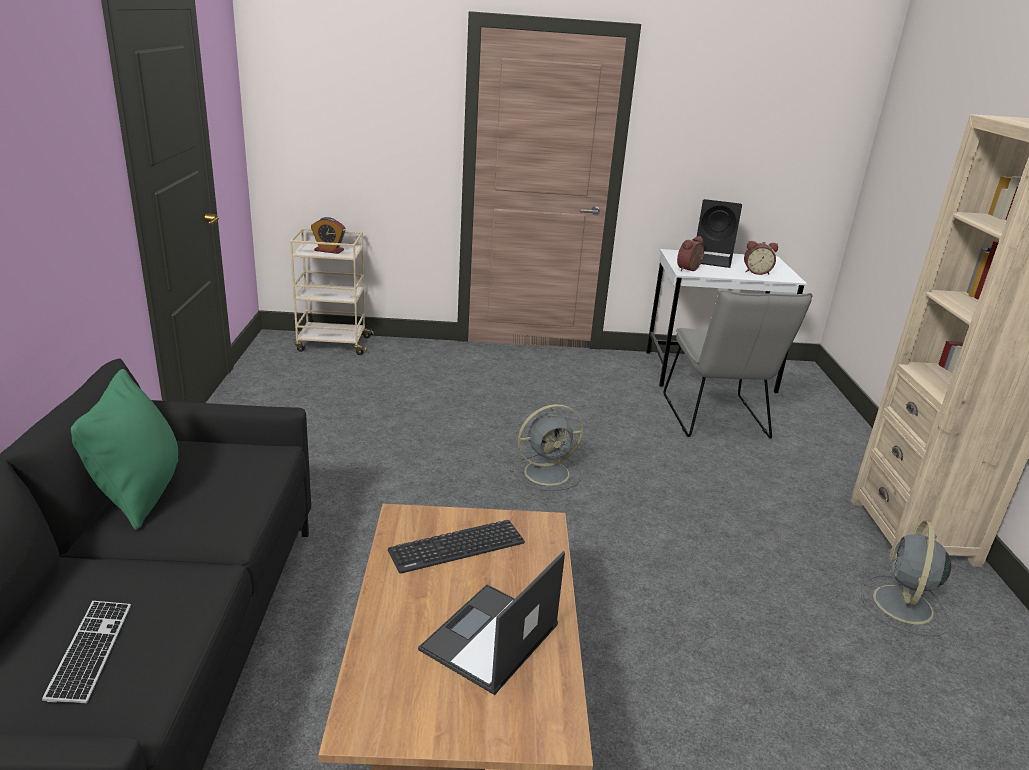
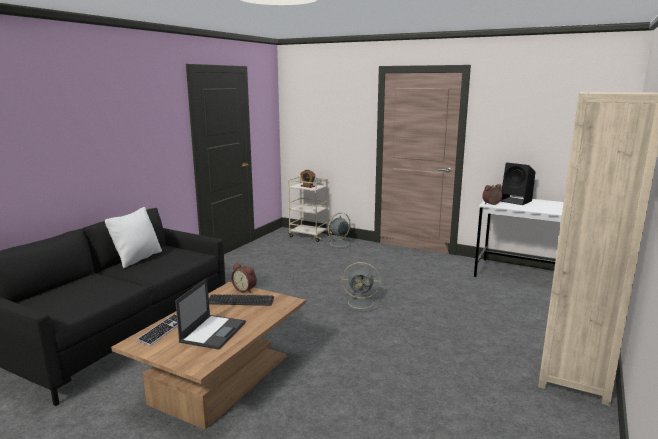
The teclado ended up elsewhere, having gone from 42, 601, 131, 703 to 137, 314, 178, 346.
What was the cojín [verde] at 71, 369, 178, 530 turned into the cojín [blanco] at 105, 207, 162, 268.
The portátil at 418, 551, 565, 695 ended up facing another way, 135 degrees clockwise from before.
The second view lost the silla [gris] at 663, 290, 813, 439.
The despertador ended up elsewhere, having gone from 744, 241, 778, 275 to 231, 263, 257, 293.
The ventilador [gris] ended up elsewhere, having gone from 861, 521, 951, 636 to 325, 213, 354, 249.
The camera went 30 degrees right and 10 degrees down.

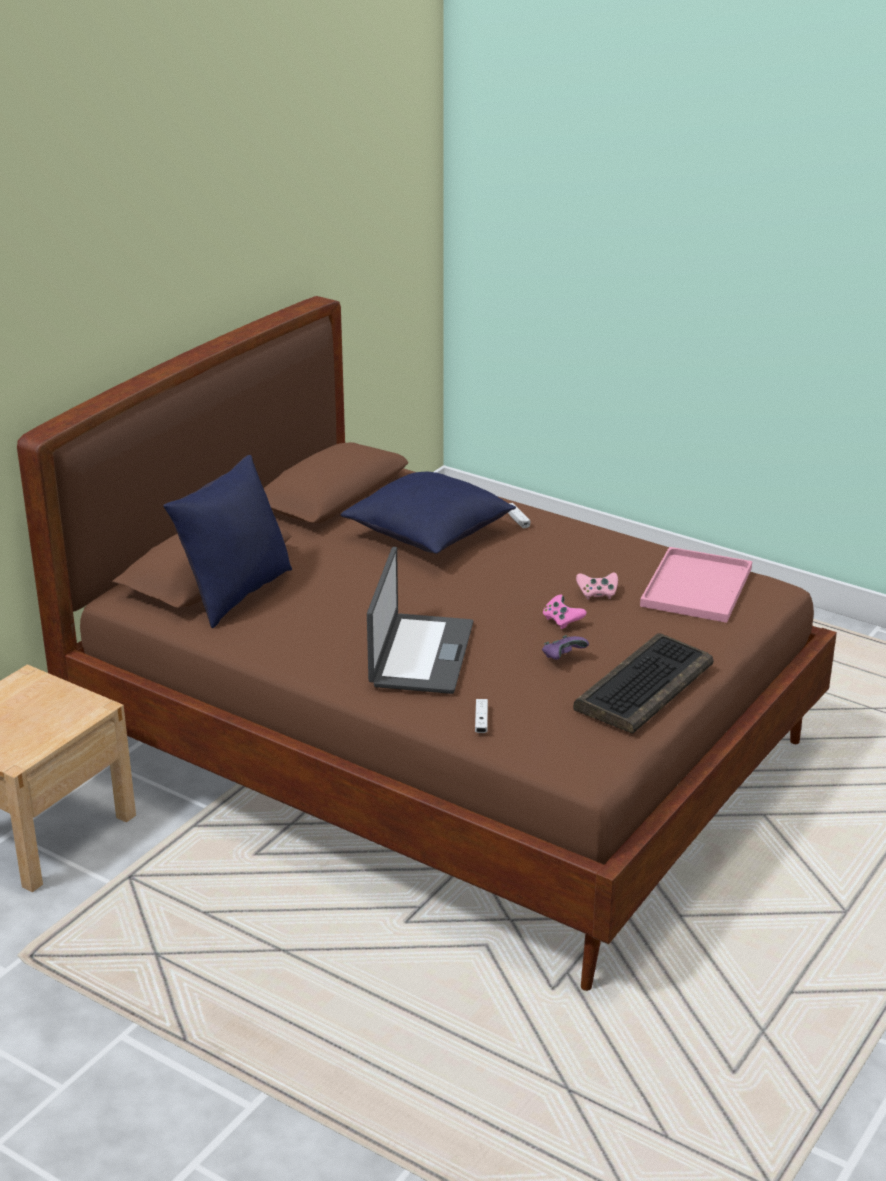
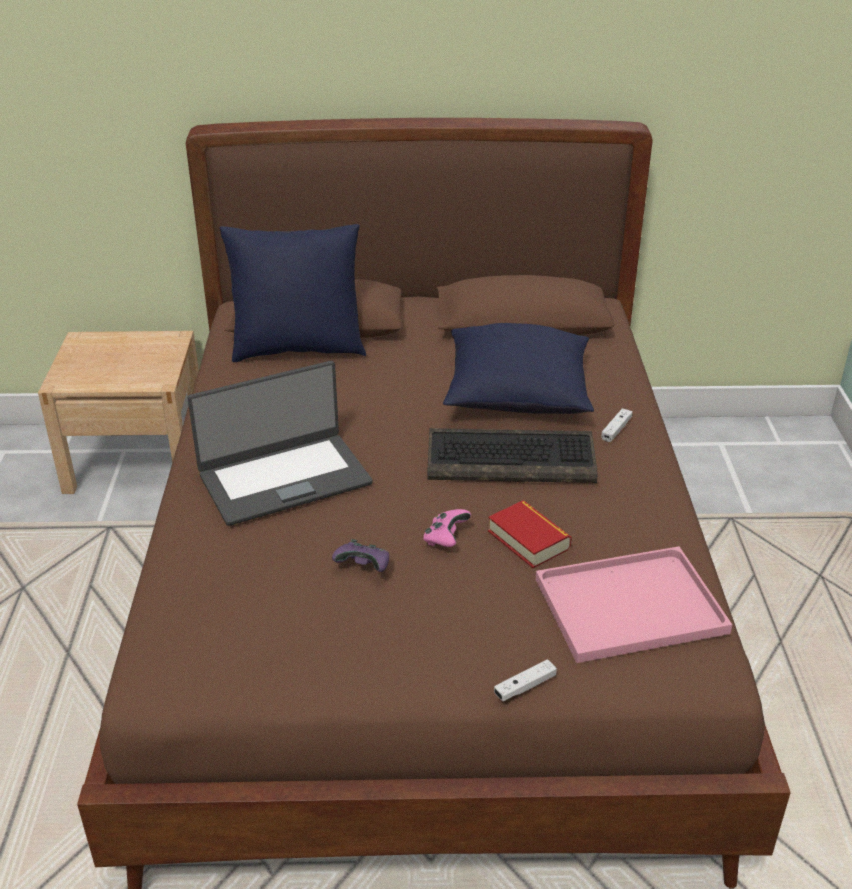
The mando de consola [blanco] ended up elsewhere, having gone from 475, 699, 488, 733 to 494, 659, 557, 701.
The teclado ended up elsewhere, having gone from 573, 633, 714, 734 to 427, 428, 597, 483.
Where the mando de consola [rosa] stood at 576, 573, 618, 600, the libro came to stand at 488, 501, 572, 568.
The camera went 55 degrees right and 5 degrees up.

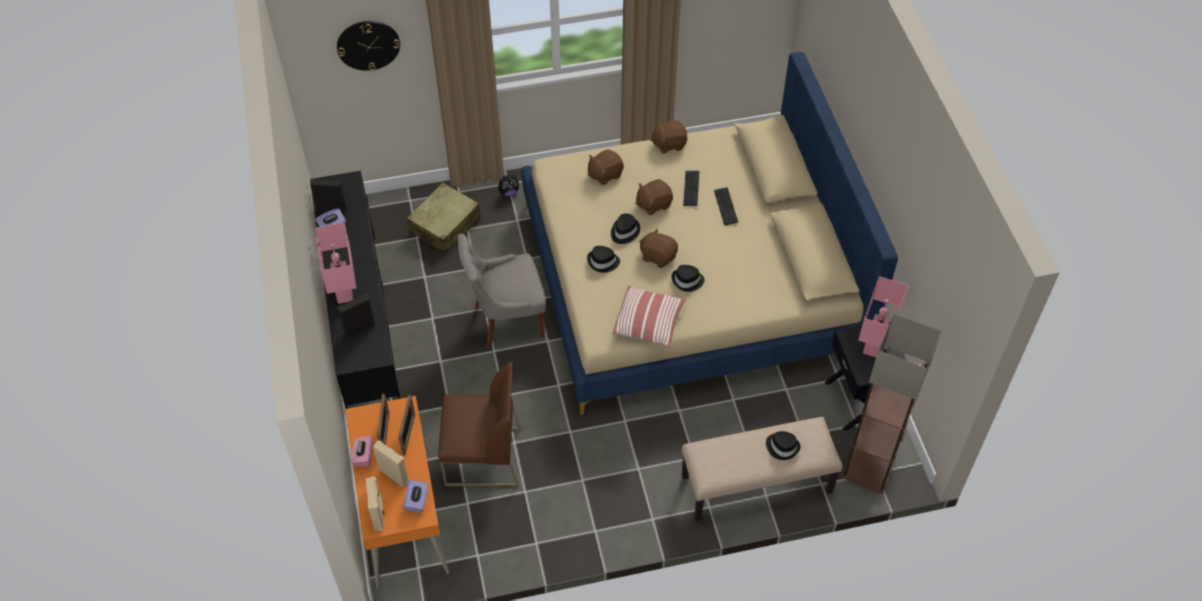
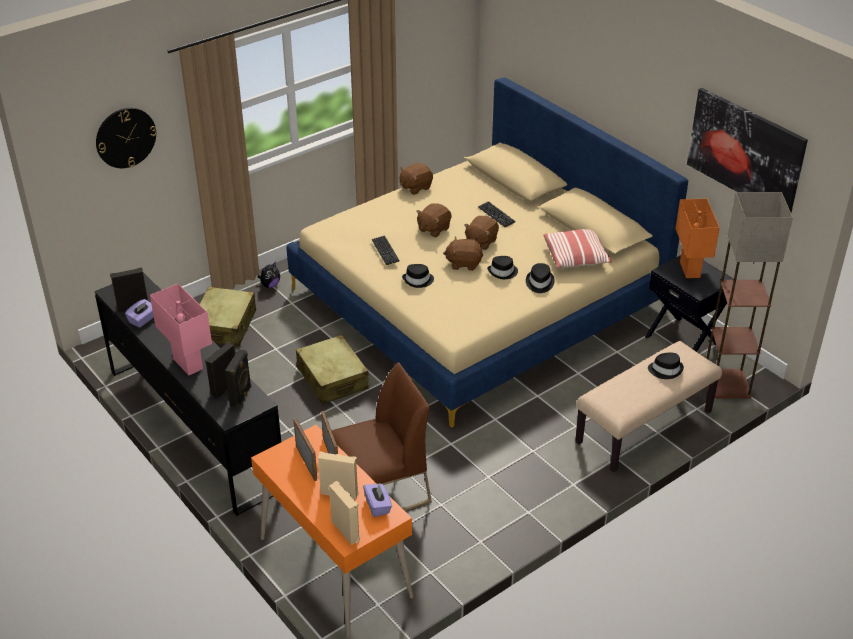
The second view lost the caja de pañuelos [rosa] at 351, 436, 373, 466.
Where the silla [gris] stood at 458, 234, 546, 349, the maleta [beis] came to stand at 296, 335, 369, 404.
The peluche [marrón] ended up elsewhere, having gone from 588, 149, 624, 185 to 464, 216, 499, 250.
The sombrero [negro] ended up elsewhere, having gone from 611, 213, 640, 244 to 526, 263, 555, 293.
The cojín ended up elsewhere, having gone from 612, 286, 686, 347 to 543, 229, 612, 269.
The teclado ended up elsewhere, having gone from 683, 171, 700, 206 to 372, 236, 400, 265.
What was the lámpara de mesa [rosa] at 858, 276, 908, 357 turned into the lámpara de mesa [naranja] at 675, 199, 720, 278.
The second view gained the altavoz [negro] at 225, 349, 251, 408.
The second view gained the cuadro at 687, 88, 808, 212.
The camera went 25 degrees left and 15 degrees down.

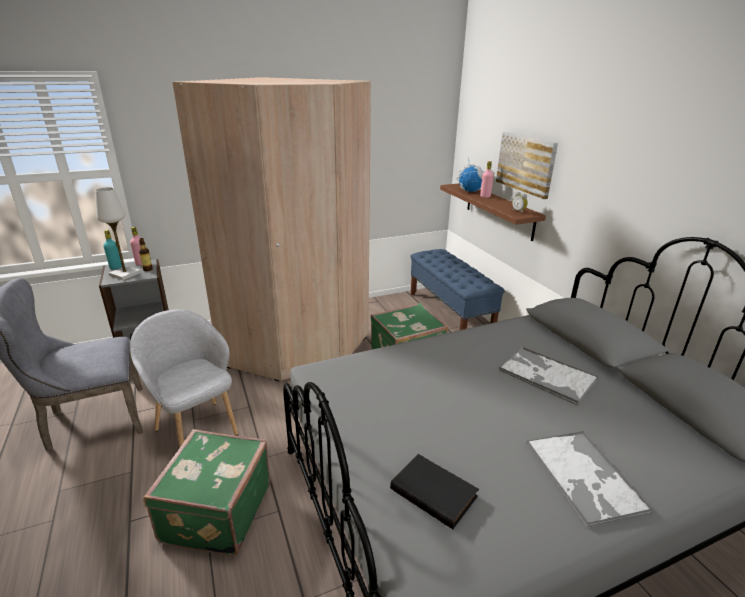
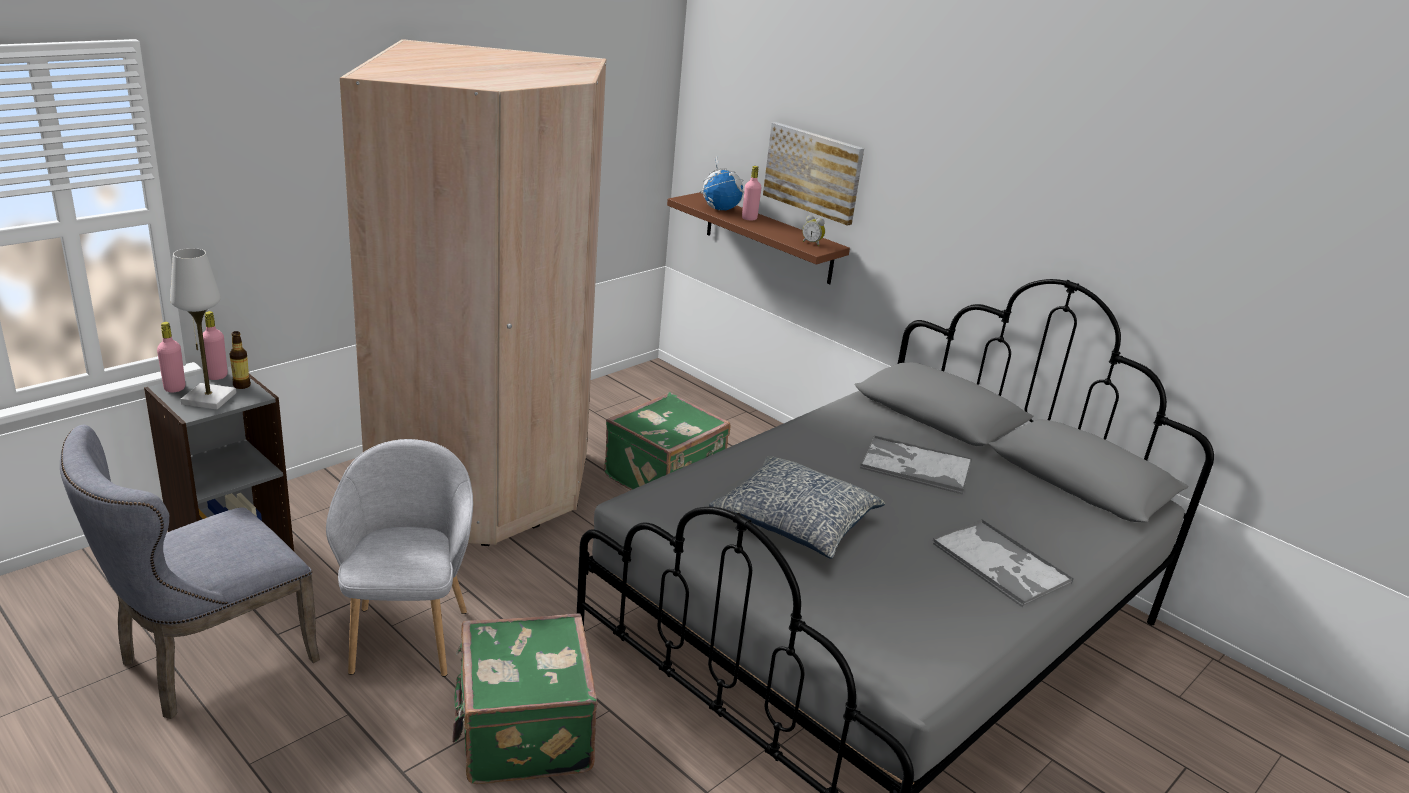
What was the botella [turquesa] at 103, 230, 122, 270 turned into the botella [rosa] at 157, 322, 185, 392.
The sillón [gris] at 130, 309, 238, 447 ended up facing another way, 60 degrees clockwise from before.
The second view lost the libro [negro] at 390, 454, 479, 529.
The second view lost the banco [azul] at 411, 249, 505, 330.
The second view gained the cojín at 709, 456, 885, 559.
The camera went 25 degrees left and 0 degrees up.

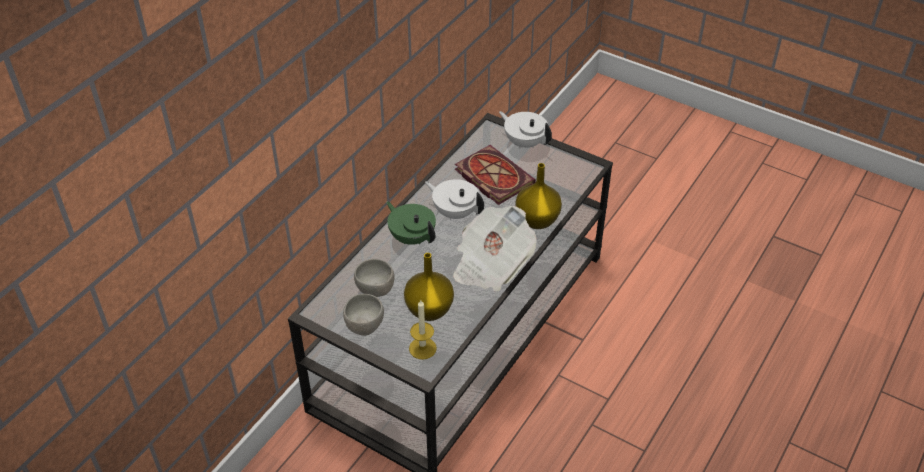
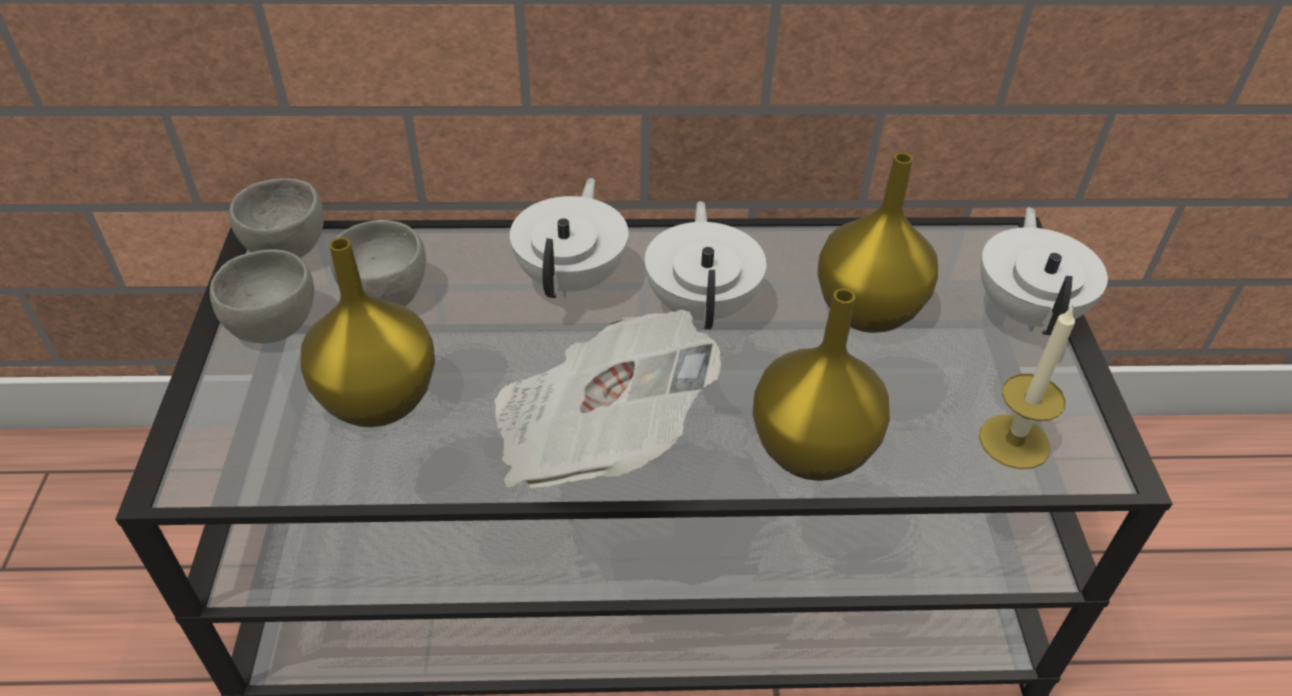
What was the tetera [verde] at 386, 201, 436, 245 turned into the tetera [blanco] at 510, 178, 629, 298.
The vela ended up elsewhere, having gone from 409, 300, 437, 360 to 979, 305, 1075, 469.
Where the libro stood at 455, 145, 536, 205, the florero [amarillo] came to stand at 817, 153, 938, 333.
The second view gained the cuenco [gris] at 229, 178, 324, 258.
The camera went 55 degrees right and 0 degrees up.

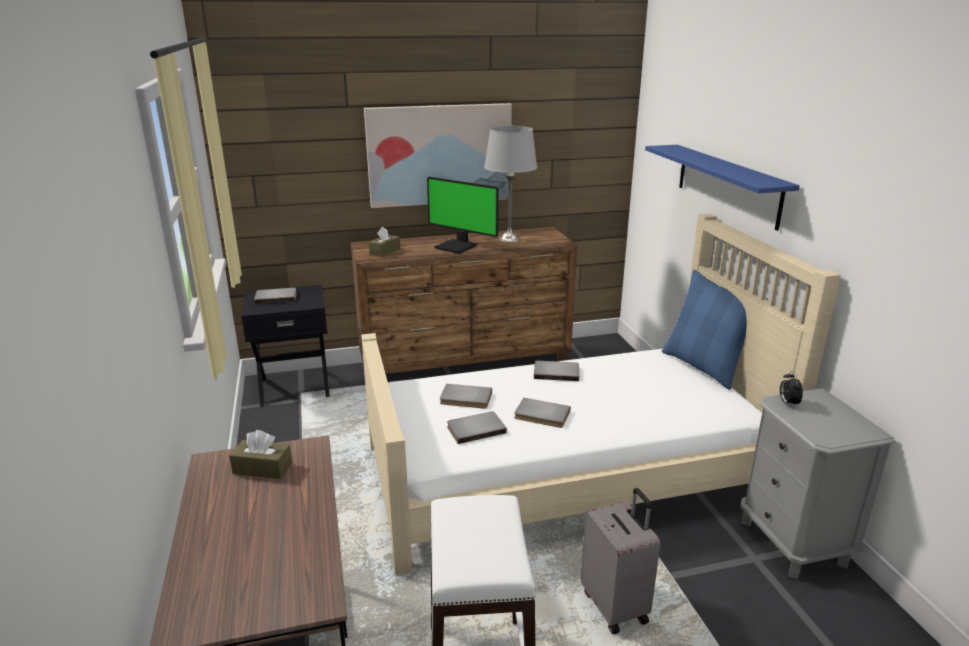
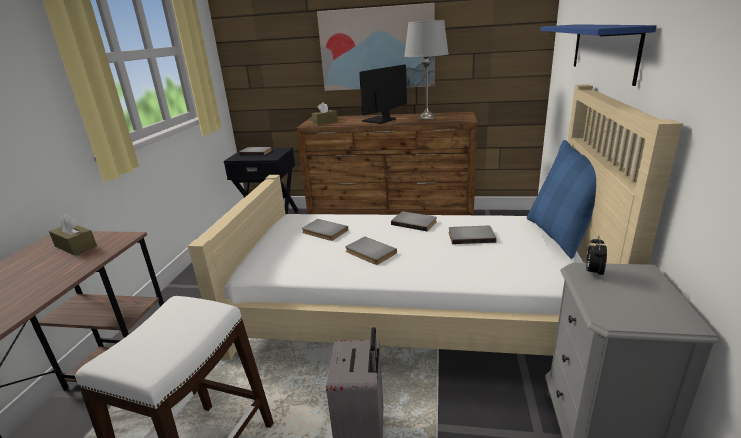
The monitor at 427, 177, 499, 254 ended up facing another way, 75 degrees clockwise from before.
The libro [gris] ended up elsewhere, having gone from 447, 412, 507, 444 to 449, 226, 497, 244.
The camera went 25 degrees right and 0 degrees up.

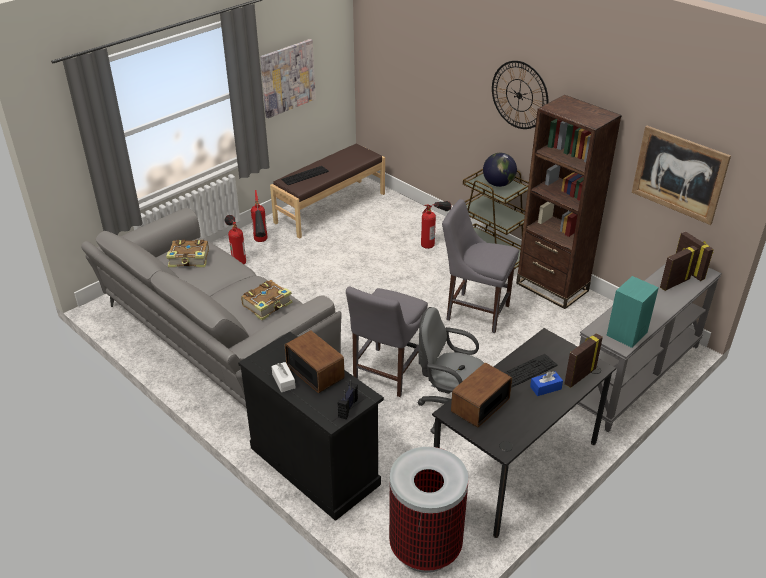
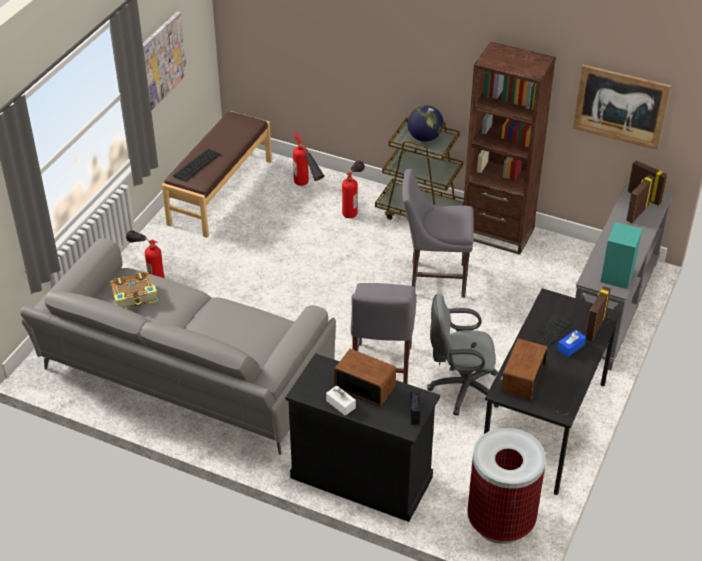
The second view lost the libro at 241, 280, 292, 320.
The extintor ended up elsewhere, having gone from 251, 190, 267, 242 to 293, 131, 325, 186.
The second view lost the reloj de pared at 492, 61, 548, 129.
The camera went 20 degrees left and 5 degrees up.

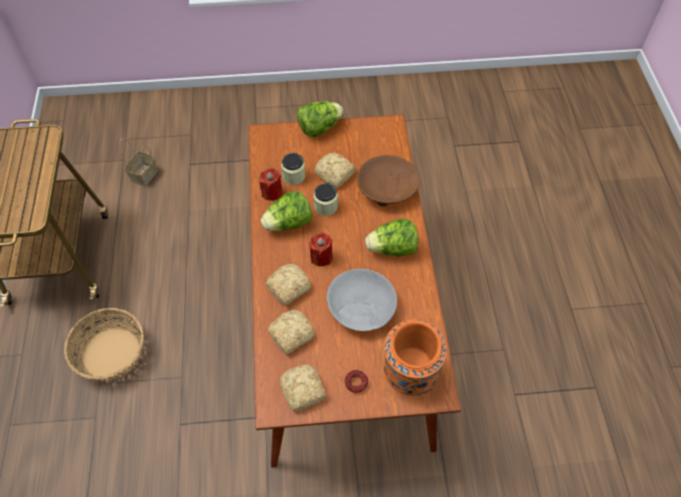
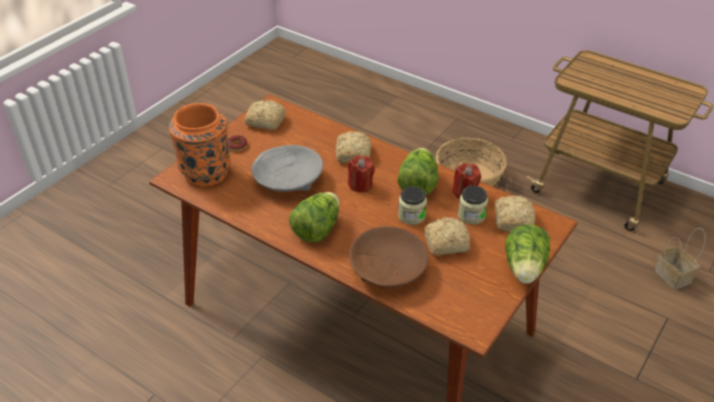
The pan ended up elsewhere, having gone from 268, 310, 315, 355 to 494, 195, 535, 232.
The camera went 130 degrees right and 15 degrees down.

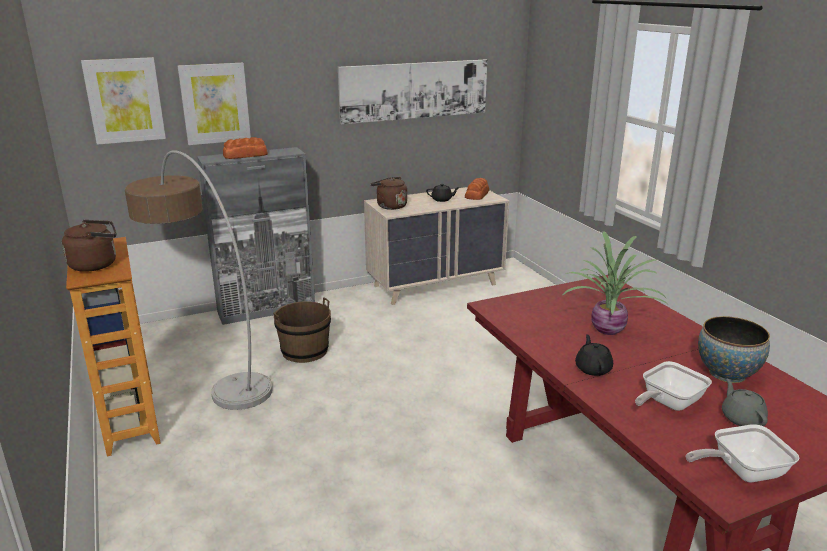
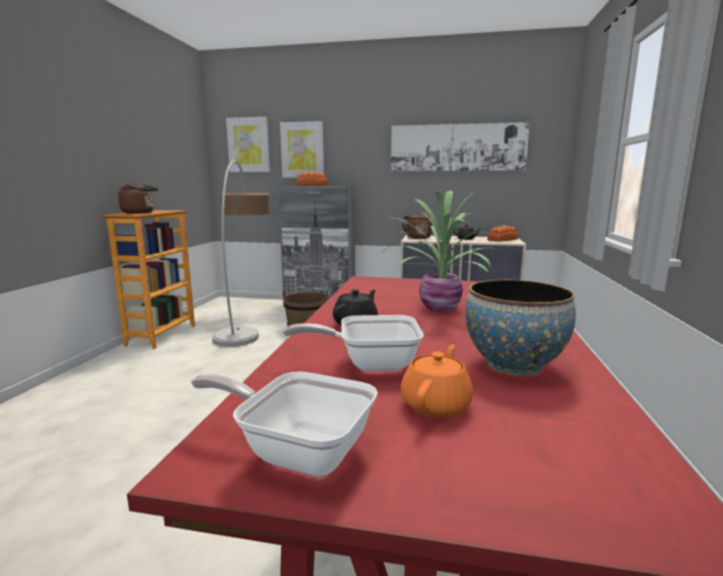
What was the tetera [gris] at 722, 379, 768, 426 turned into the tetera [naranja] at 401, 344, 473, 417.
The camera went 35 degrees right and 10 degrees down.

